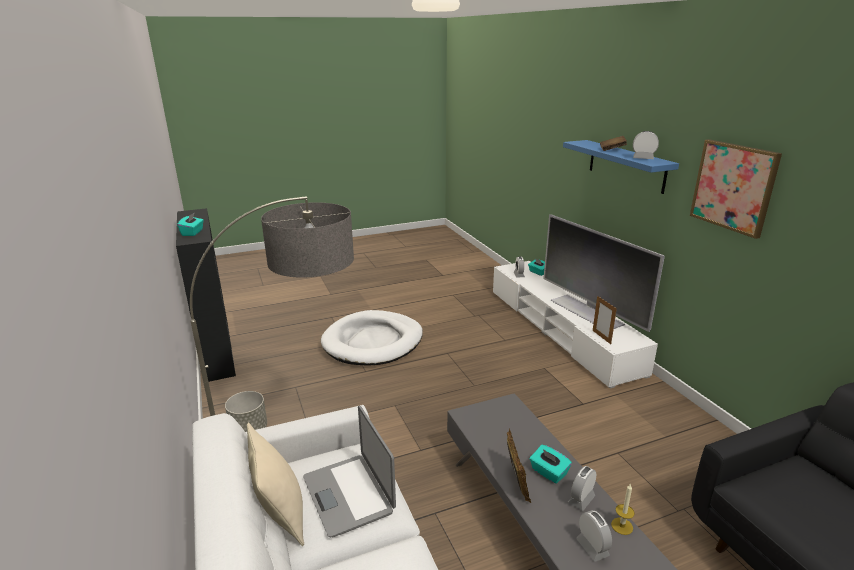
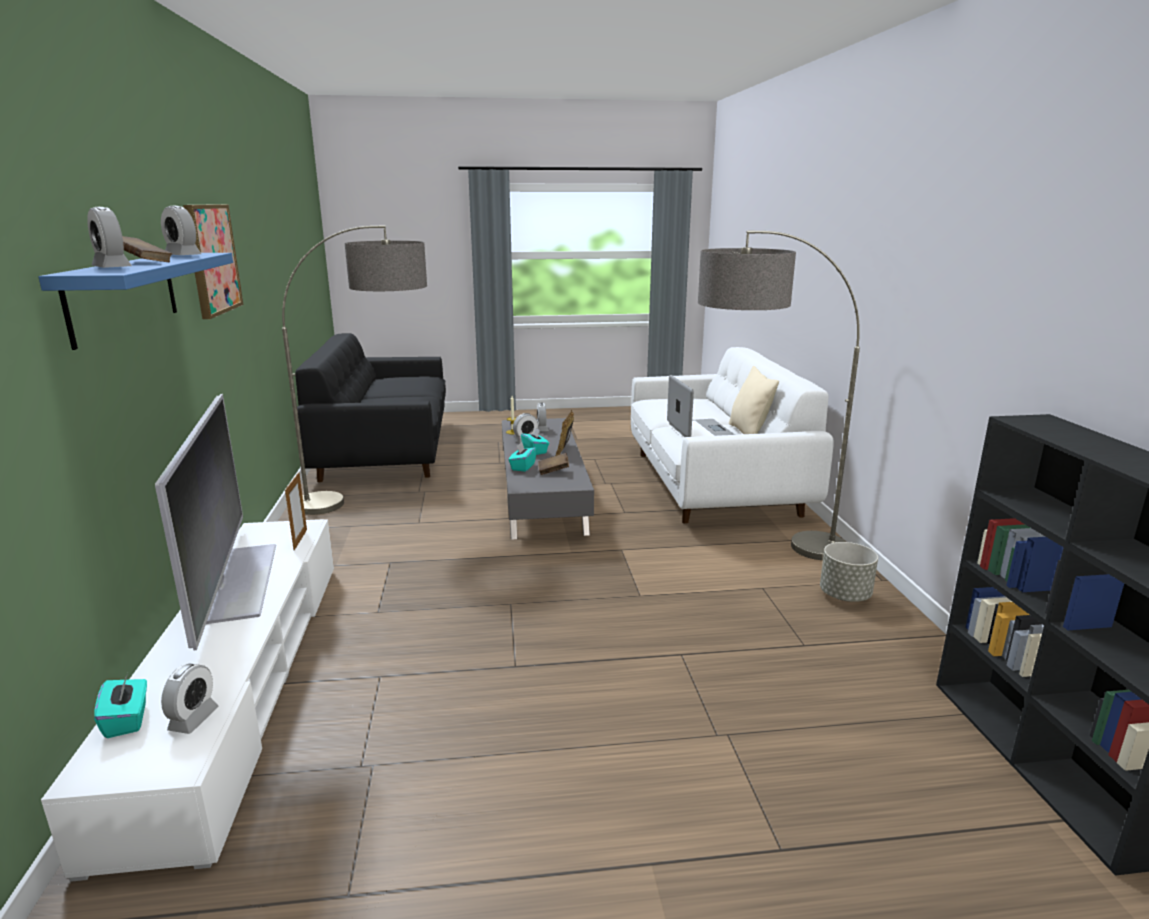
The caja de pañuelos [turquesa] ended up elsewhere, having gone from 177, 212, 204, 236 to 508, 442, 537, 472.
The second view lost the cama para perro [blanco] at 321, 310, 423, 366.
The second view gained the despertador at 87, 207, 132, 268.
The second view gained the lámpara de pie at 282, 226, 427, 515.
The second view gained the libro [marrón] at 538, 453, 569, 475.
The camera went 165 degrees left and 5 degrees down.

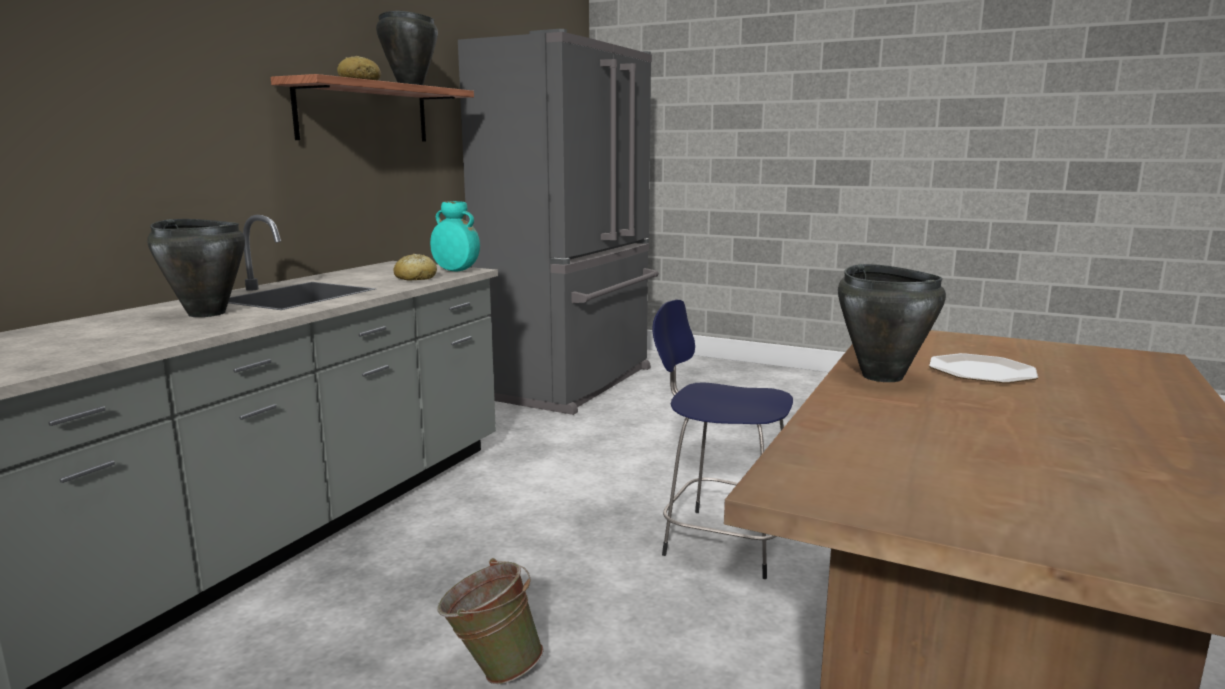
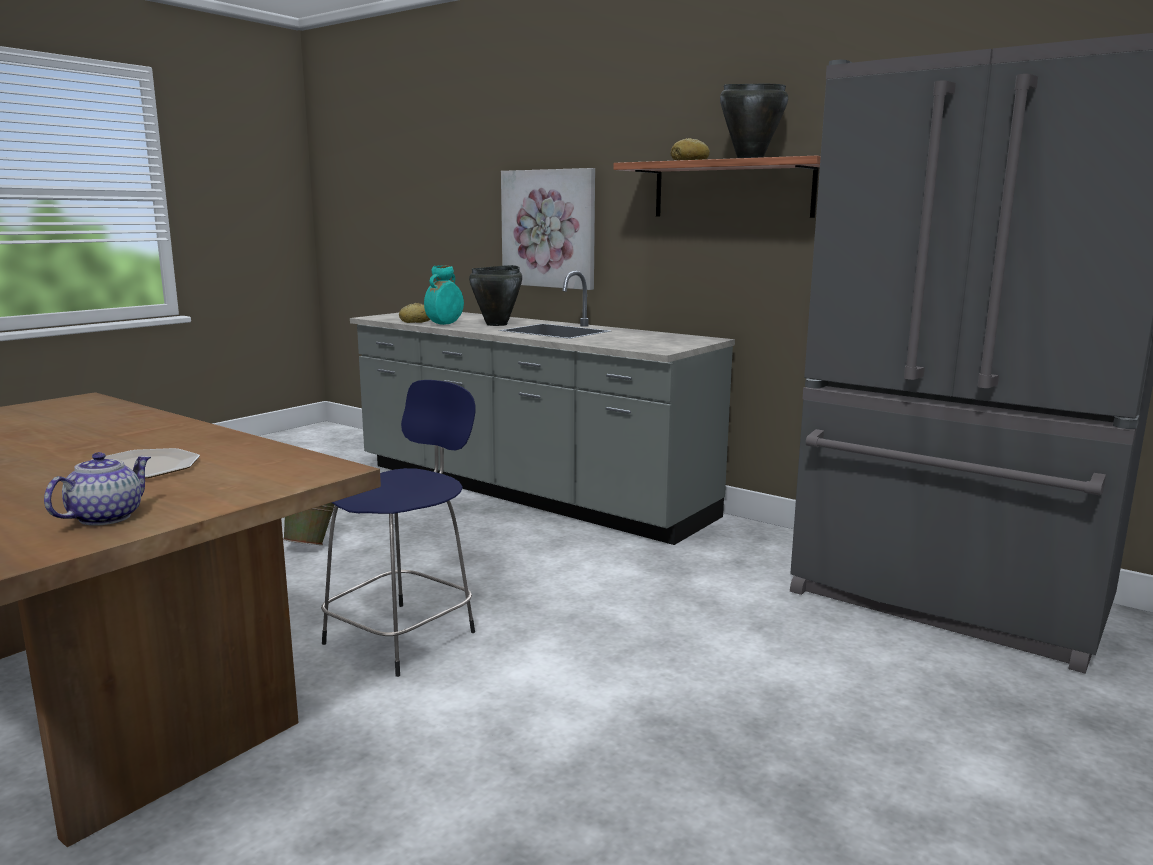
The pan ended up elsewhere, having gone from 393, 254, 437, 281 to 399, 303, 430, 323.
The florero [turquesa] ended up elsewhere, having gone from 430, 201, 480, 271 to 424, 265, 464, 325.
The second view lost the olla [negro] at 838, 264, 946, 382.
The second view gained the tetera at 44, 452, 151, 526.
The second view gained the cuadro at 501, 168, 595, 290.
The camera went 100 degrees right and 0 degrees up.

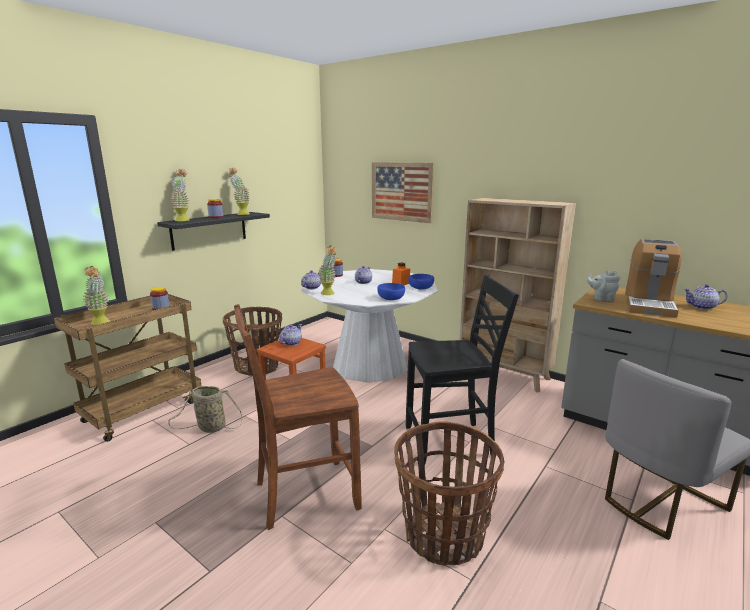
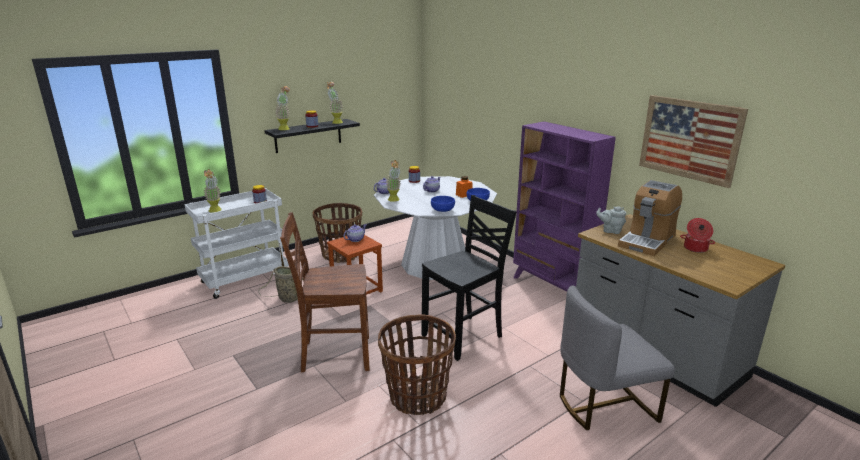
What was the carrito [marrón] at 54, 294, 201, 442 turned into the carrito [blanco] at 184, 188, 289, 299.
The cuadro ended up elsewhere, having gone from 372, 162, 434, 223 to 639, 95, 748, 188.
The silla [negro] at 406, 275, 519, 464 ended up facing another way, 45 degrees counterclockwise from before.
What was the estantería [beis] at 460, 198, 576, 392 turned into the estantería [morado] at 513, 121, 616, 291.
Where the tetera stood at 684, 284, 728, 310, the olla came to stand at 680, 218, 715, 253.
The camera went 15 degrees right and 5 degrees up.

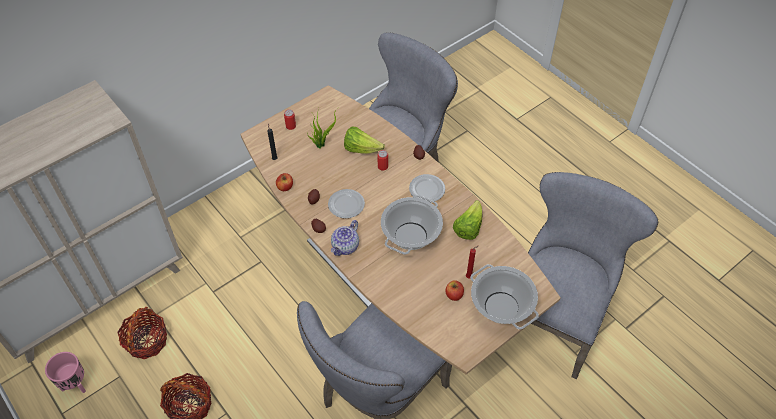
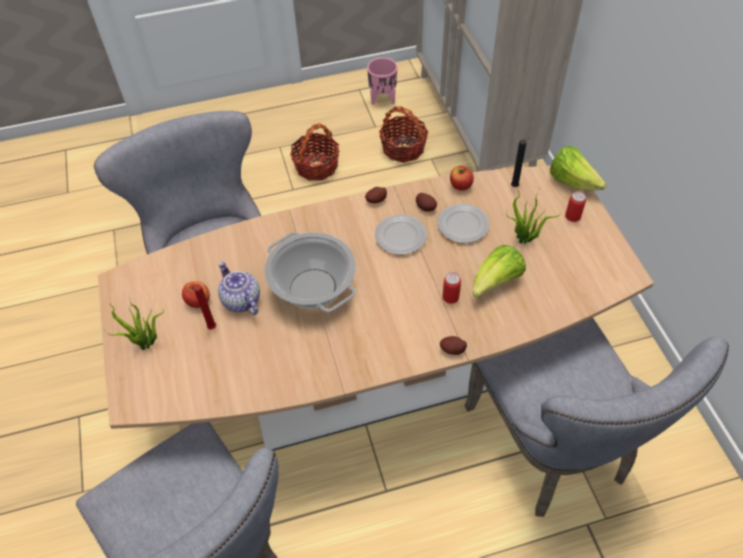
The tetera ended up elsewhere, having gone from 331, 220, 359, 256 to 218, 261, 260, 315.
The plato ended up elsewhere, having gone from 409, 174, 445, 202 to 438, 204, 489, 243.
The lechuga ended up elsewhere, having gone from 453, 200, 482, 240 to 550, 146, 607, 190.
Where the olla stood at 470, 264, 539, 330, the planta en maceta came to stand at 106, 295, 164, 350.
The camera went 115 degrees right and 0 degrees up.

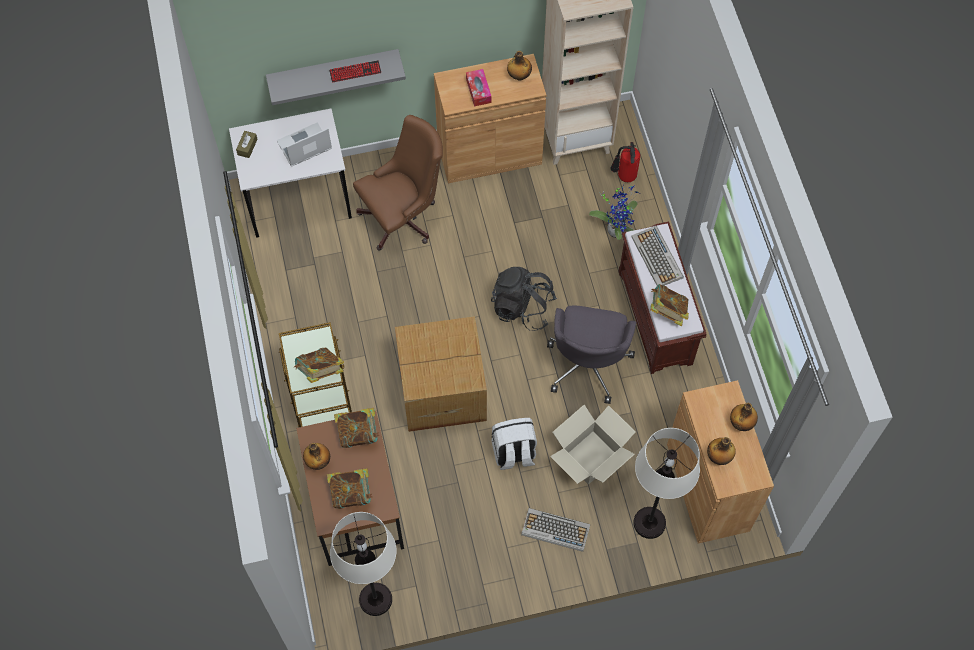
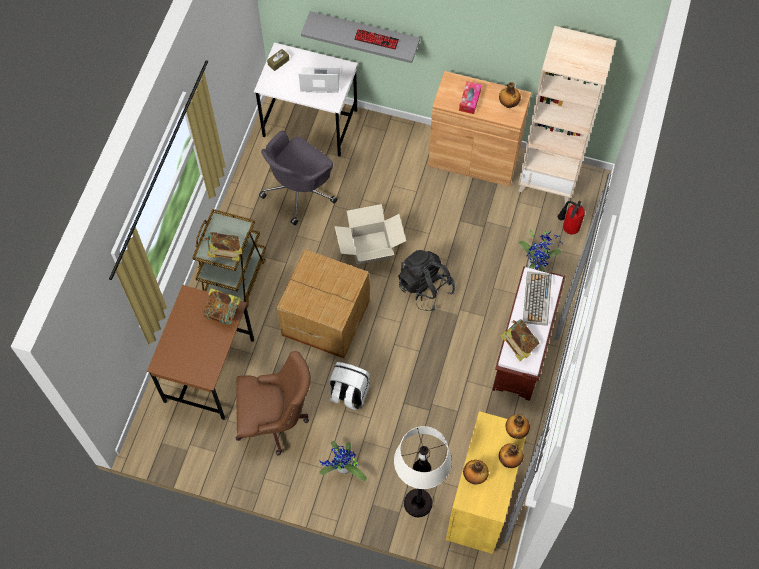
The botella ended up elsewhere, having gone from 303, 443, 330, 470 to 506, 414, 530, 439.
The second view lost the libro at 327, 468, 373, 509.
The second view lost the lámpara de pie [blanco] at 330, 512, 396, 616.
The silla de oficina [marrón] ended up elsewhere, having gone from 353, 115, 443, 251 to 236, 351, 311, 456.
Where the teclado stood at 521, 508, 590, 552, the planta en maceta came to stand at 320, 441, 367, 481.
The silla de oficina [gris] ended up elsewhere, having gone from 547, 305, 636, 404 to 259, 131, 337, 225.
The caja de cartón ended up elsewhere, having gone from 550, 405, 635, 485 to 335, 204, 406, 265.
What was the armario [marrón] at 667, 380, 774, 544 turned into the armario [amarillo] at 446, 411, 526, 554.
The camera went 30 degrees right and 0 degrees up.

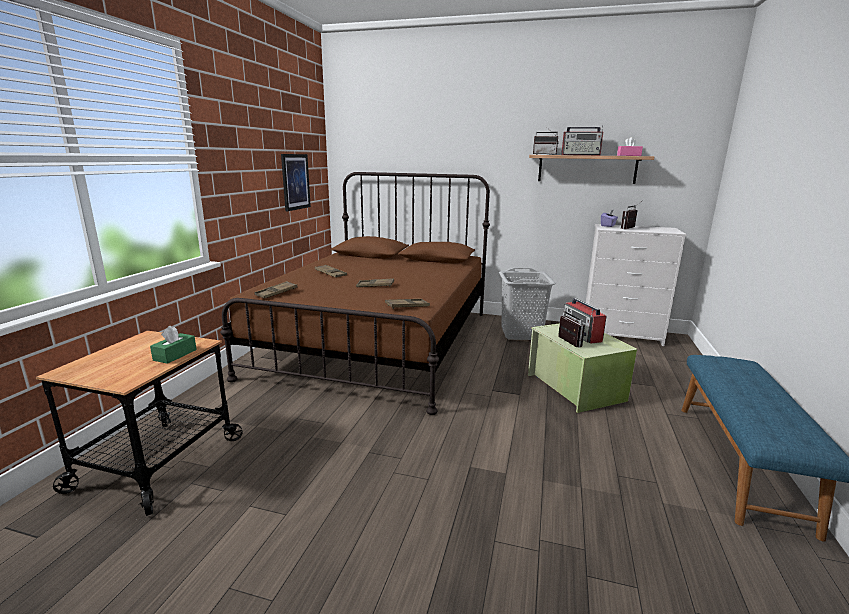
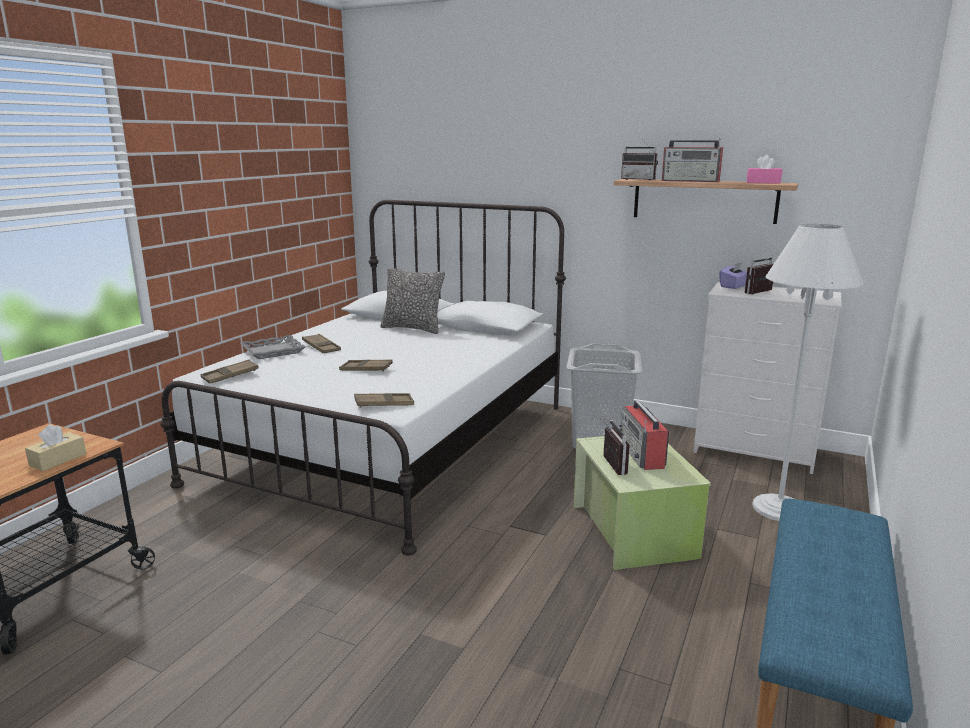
What was the caja de pañuelos [verde] at 150, 326, 197, 364 turned into the caja de pañuelos [beis] at 25, 424, 86, 471.
What was the cama [marrón] at 220, 172, 490, 415 turned into the cama [blanco] at 160, 200, 566, 555.
The second view lost the cuadro at 281, 154, 311, 211.
The second view gained the bandeja [gris] at 241, 335, 306, 359.
The second view gained the cojín at 380, 268, 445, 334.
The second view gained the lámpara de pie [blanco] at 752, 224, 864, 521.
The camera went 10 degrees right and 0 degrees up.

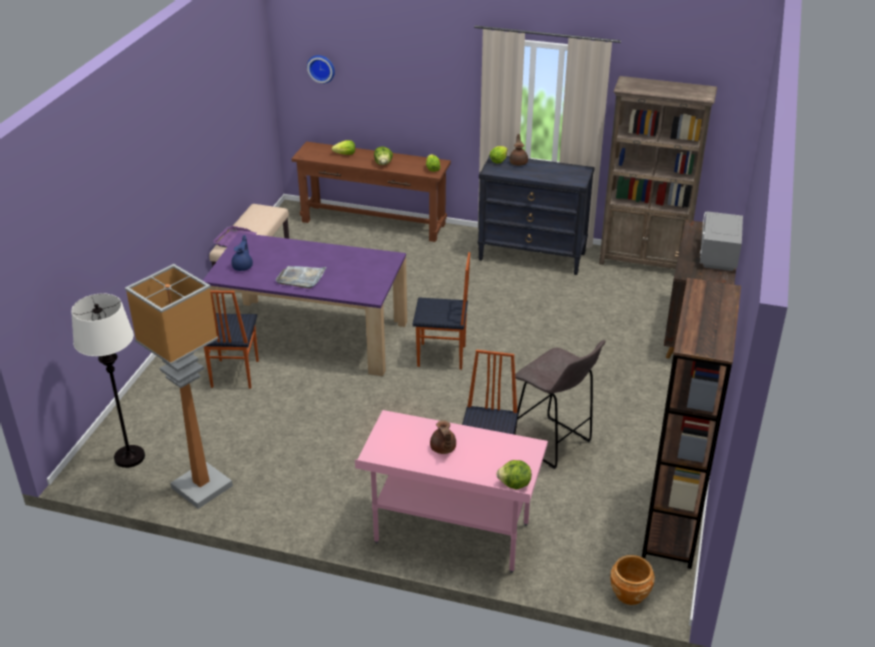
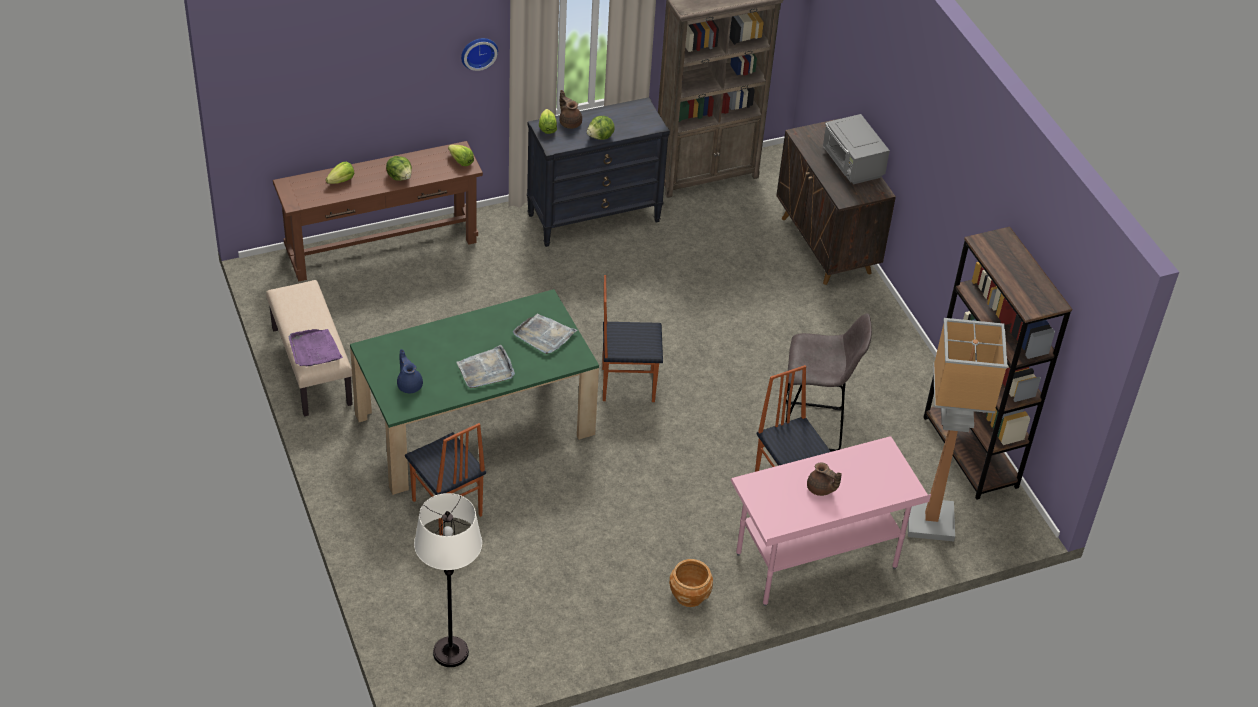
The lámpara de pie ended up elsewhere, having gone from 125, 264, 233, 509 to 908, 318, 1008, 542.
What was the mesa de comedor [morado] at 203, 233, 407, 376 turned into the mesa de comedor [verde] at 350, 289, 599, 495.
The reloj de pared ended up elsewhere, having gone from 307, 55, 335, 84 to 461, 38, 498, 71.
The silla at 413, 252, 470, 370 ended up facing another way, 150 degrees counterclockwise from before.
The lechuga ended up elsewhere, having gone from 496, 460, 532, 490 to 587, 116, 615, 140.
The maceta [marrón] ended up elsewhere, having gone from 611, 555, 655, 605 to 669, 559, 713, 607.
The second view gained the bandeja [gris] at 513, 314, 577, 354.
The camera went 40 degrees left and 10 degrees up.

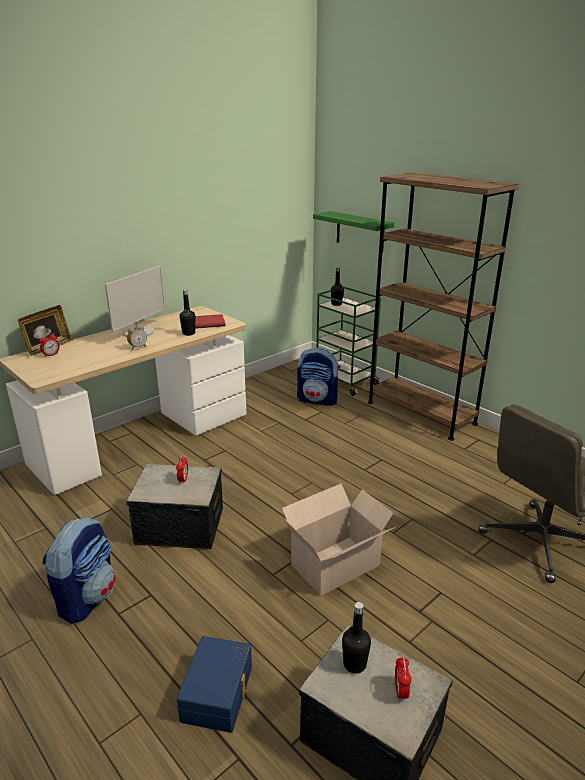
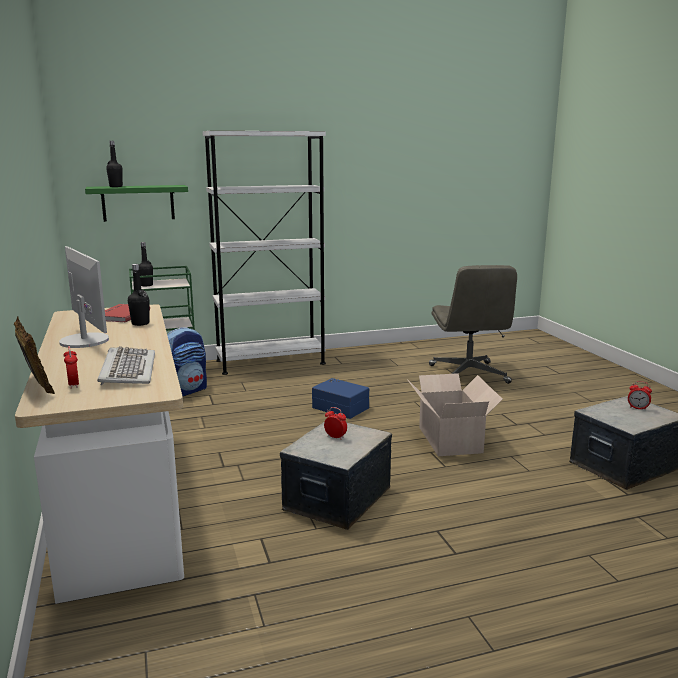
The second view lost the mochila at 43, 517, 116, 624.
The second view lost the despertador at 127, 324, 147, 351.
The caja de almacenaje [azul] ended up elsewhere, having gone from 177, 636, 252, 733 to 312, 378, 369, 419.
The botella [negro] ended up elsewhere, having gone from 342, 602, 371, 674 to 106, 141, 123, 187.
What was the estantería [marrón] at 368, 173, 519, 441 turned into the estantería [blanco] at 203, 131, 326, 375.
The second view gained the teclado at 97, 346, 155, 385.
The camera went 65 degrees left and 10 degrees down.

